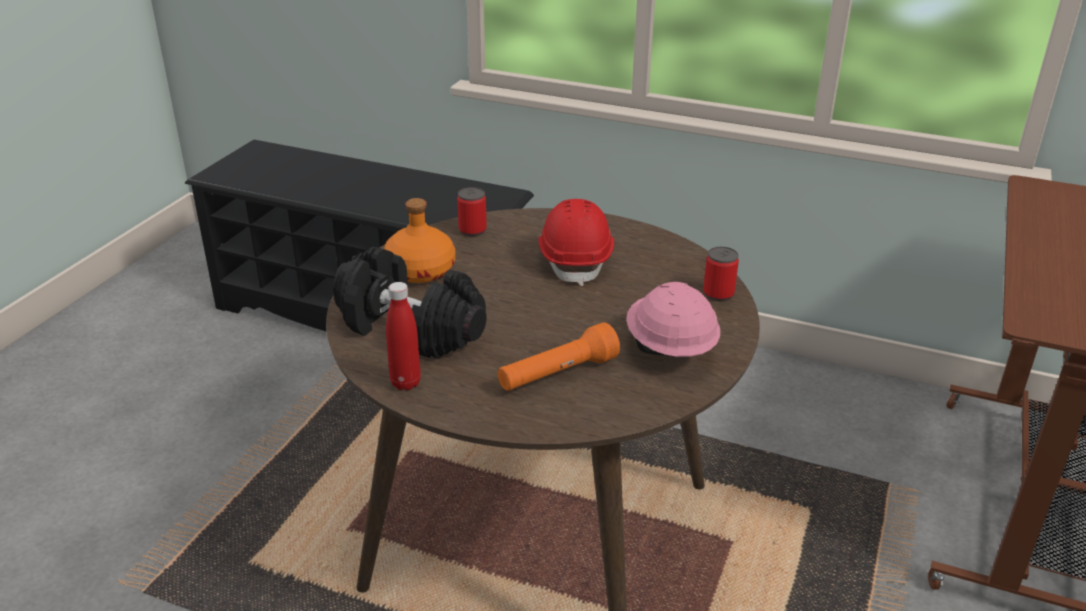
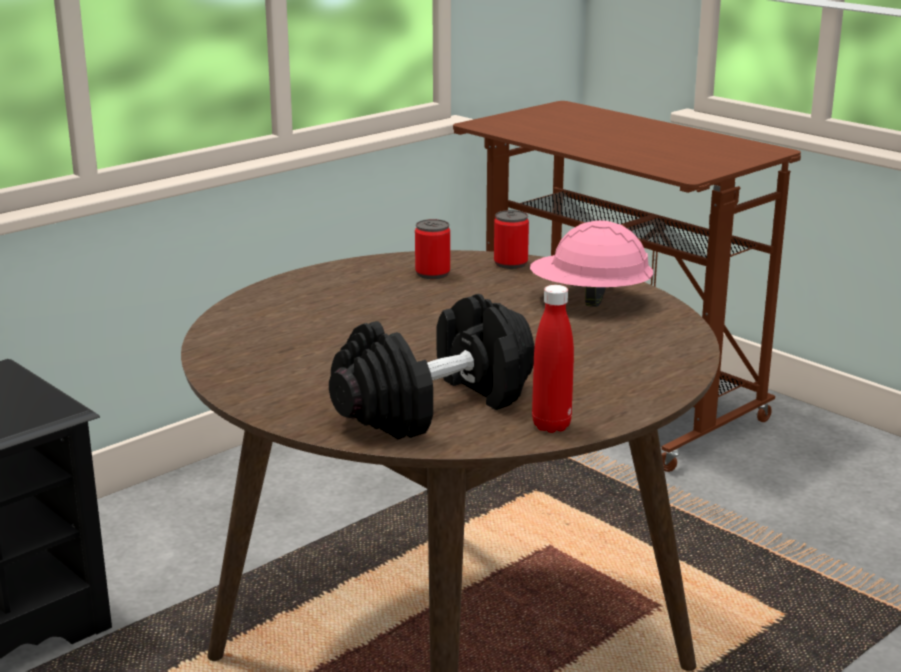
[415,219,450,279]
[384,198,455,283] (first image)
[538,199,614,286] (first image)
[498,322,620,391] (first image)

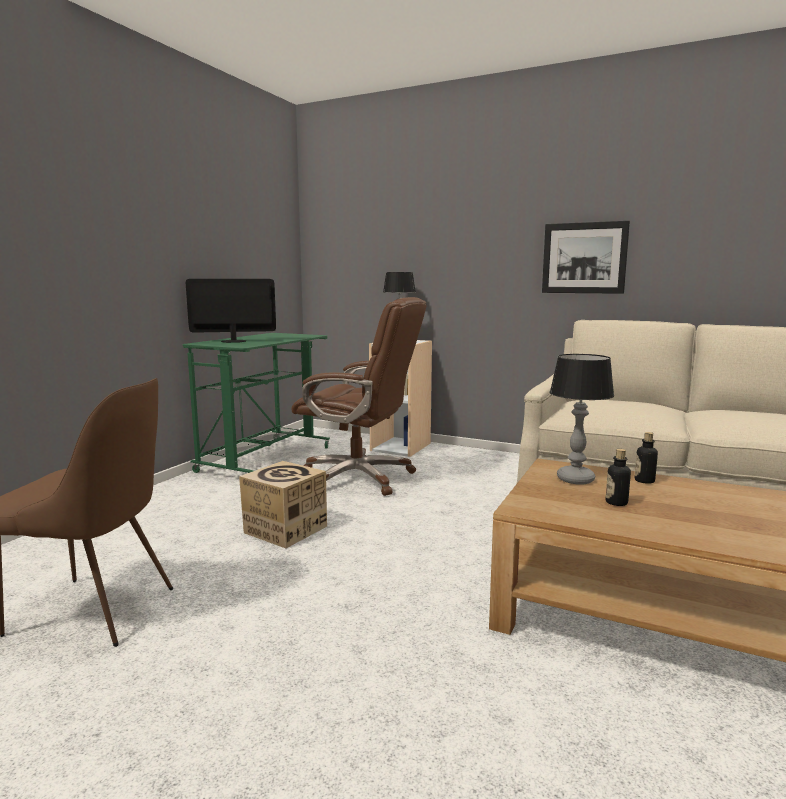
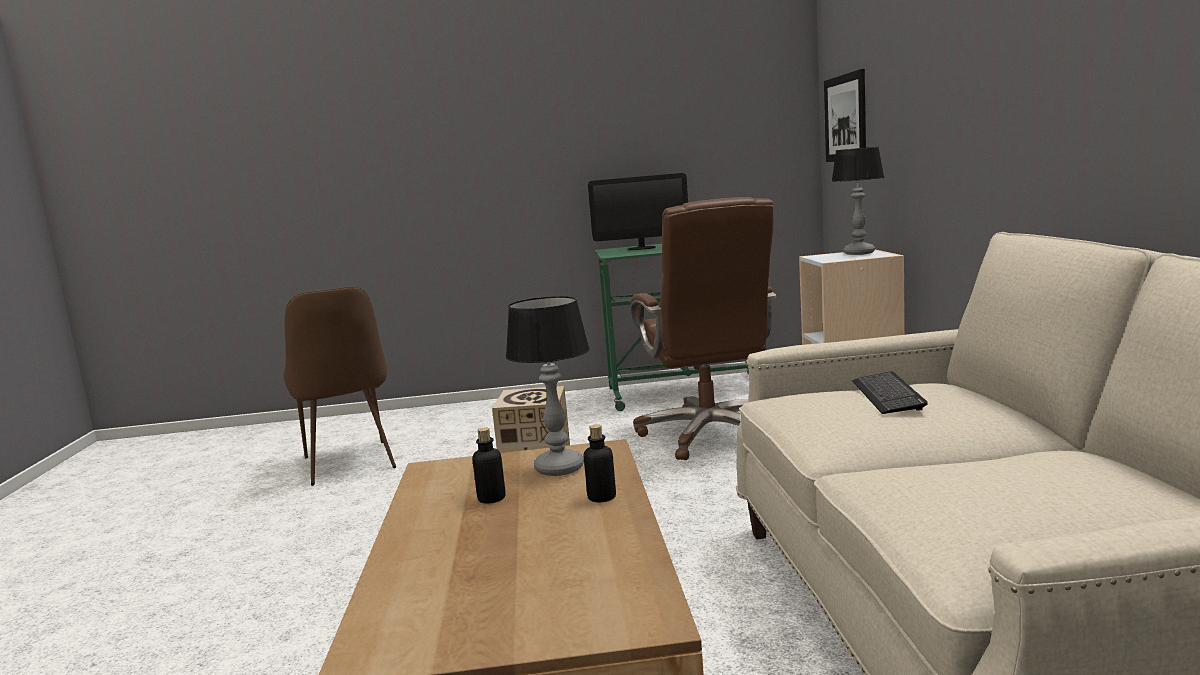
[824,69,866,162]
[588,173,688,250]
[852,371,928,414]

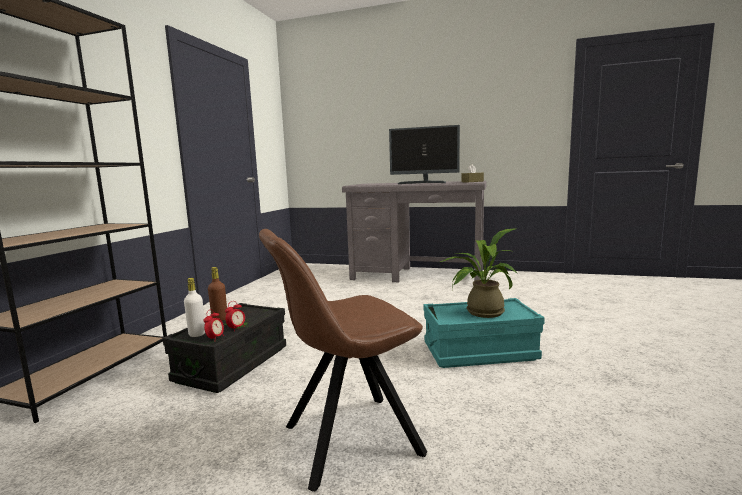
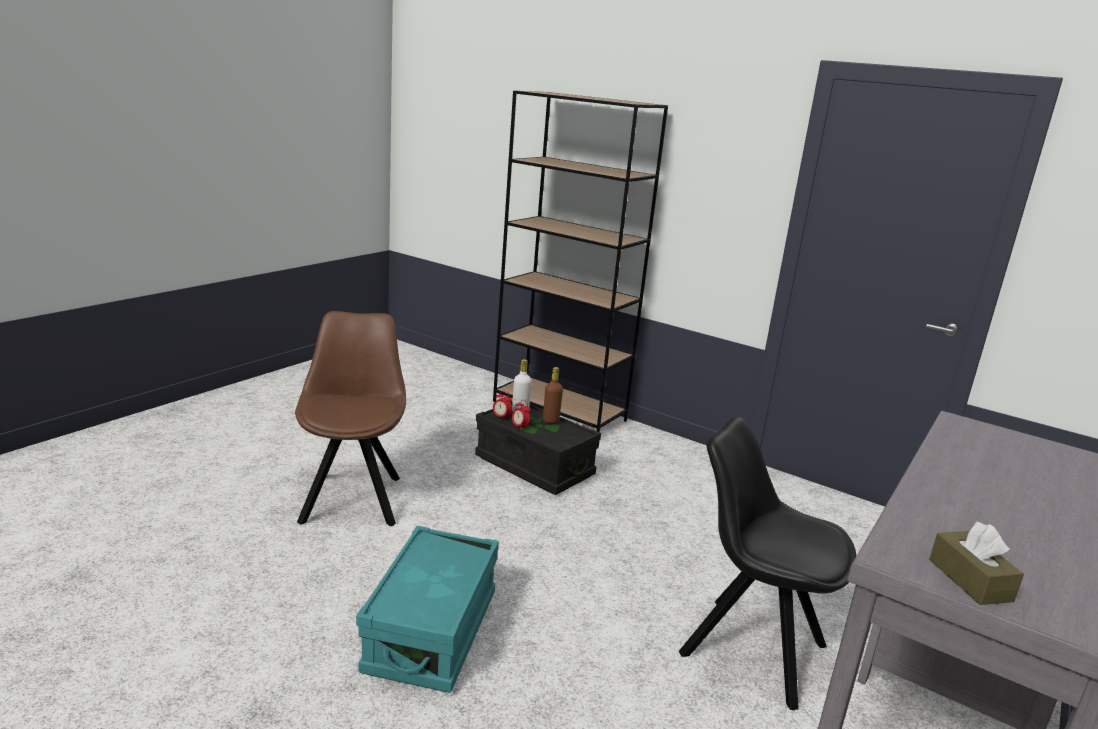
[389,125,460,184] (first image)
[440,228,517,318] (first image)
[679,417,856,710]

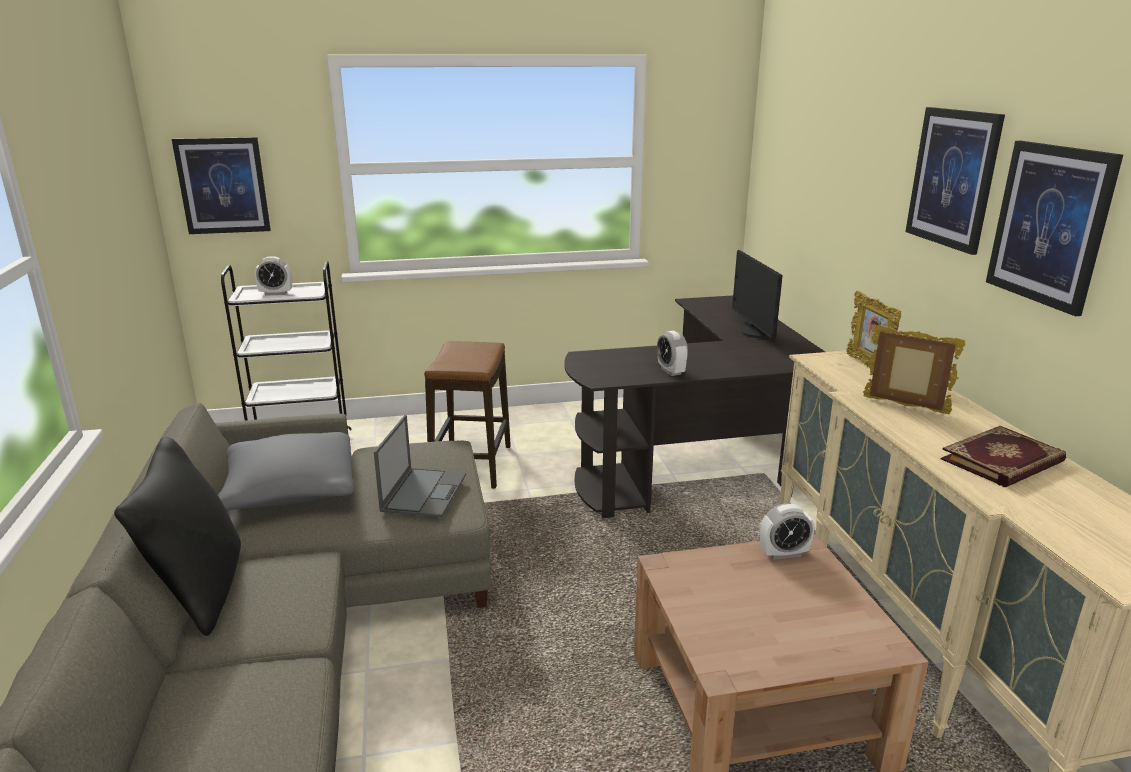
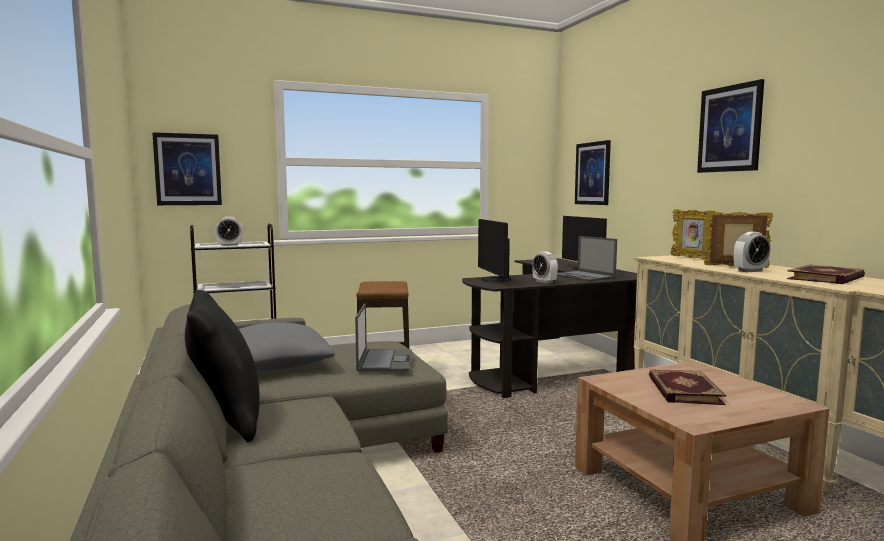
[575,140,611,205]
[734,232,770,272]
[478,219,511,282]
[557,236,617,281]
[649,369,726,405]

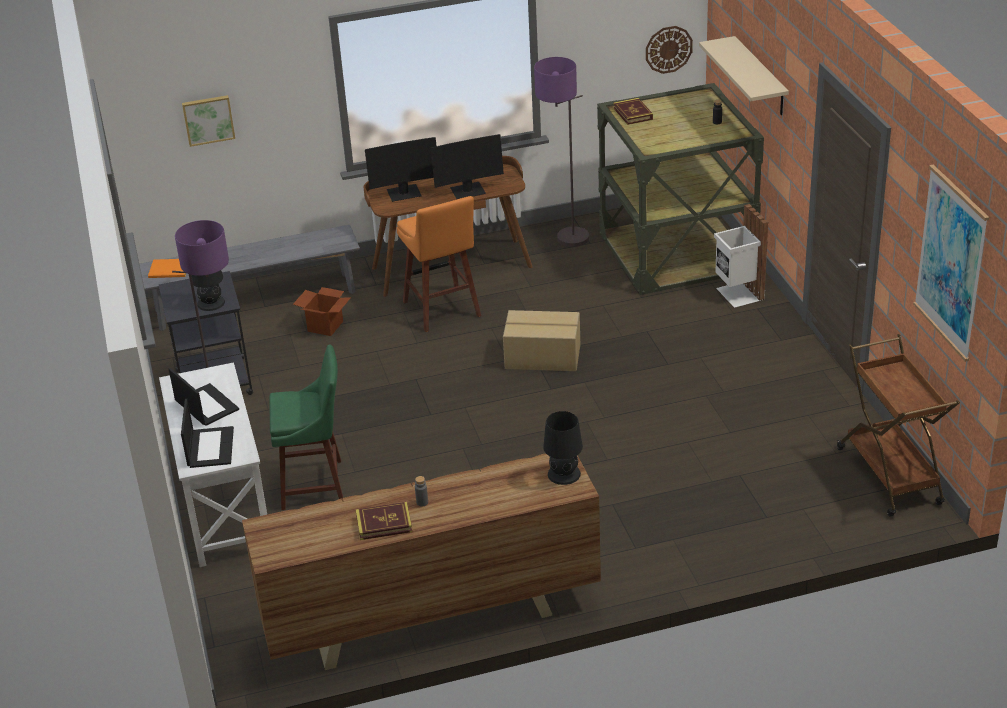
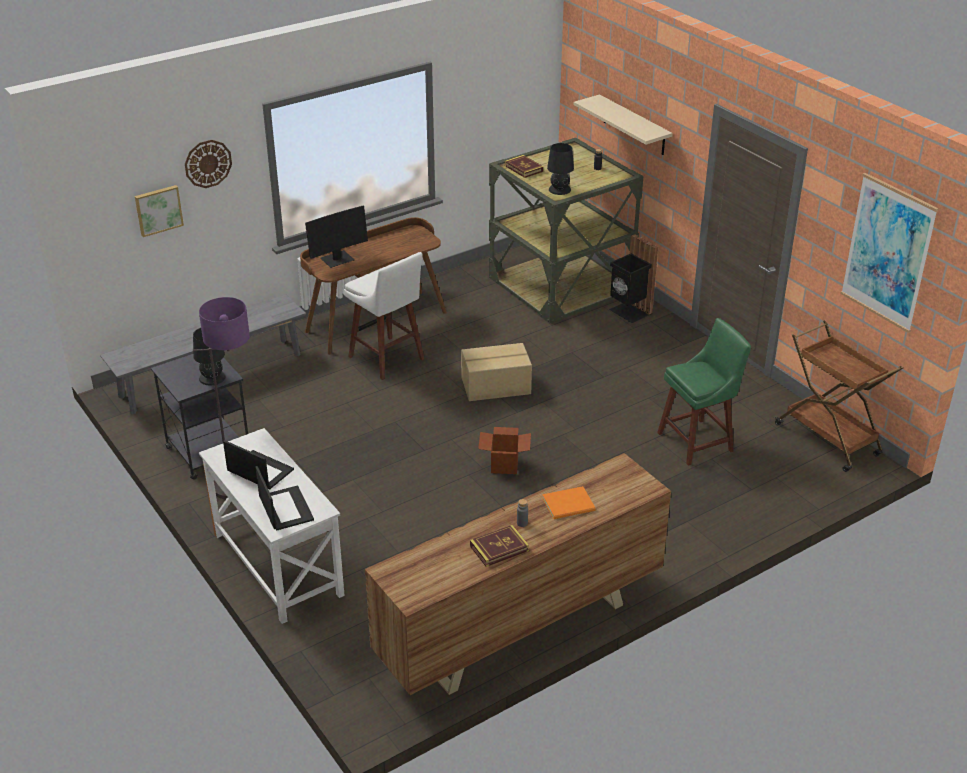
[185,140,232,188]
[534,57,589,247] (first image)
[430,134,504,199] (first image)
[344,252,424,380]
[609,234,658,323]
[542,486,595,519]
[478,427,531,474]
[657,318,751,466]
[547,143,574,195]

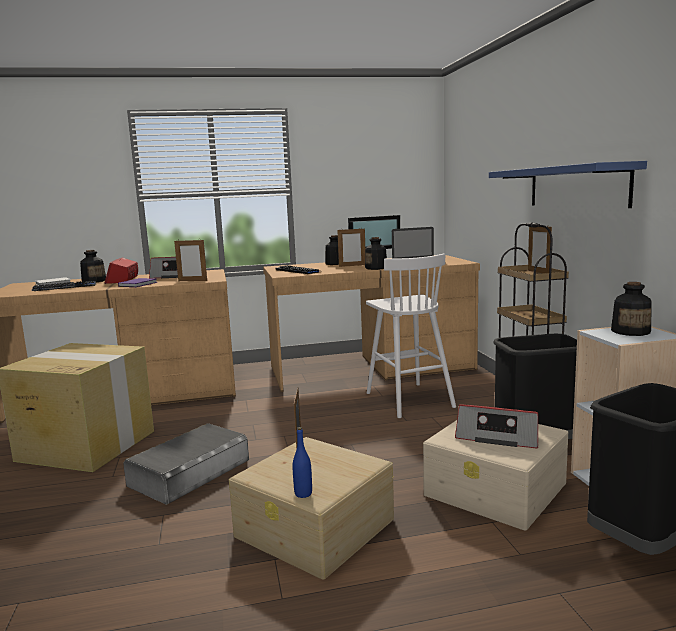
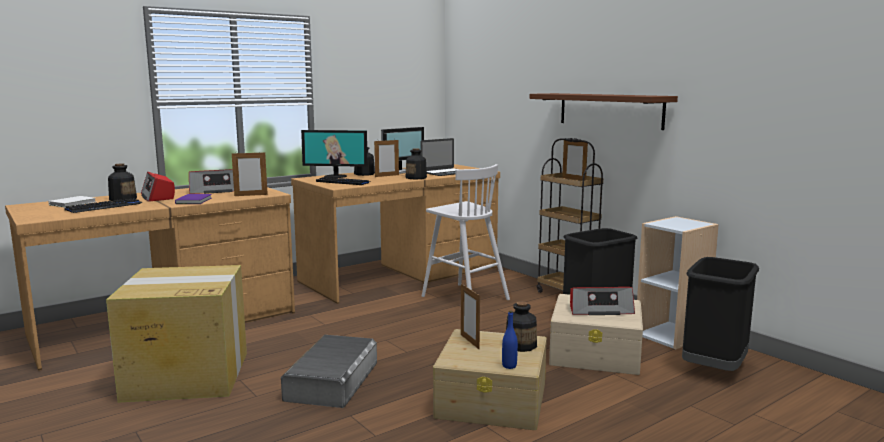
[529,93,678,130]
[506,301,537,352]
[301,130,368,178]

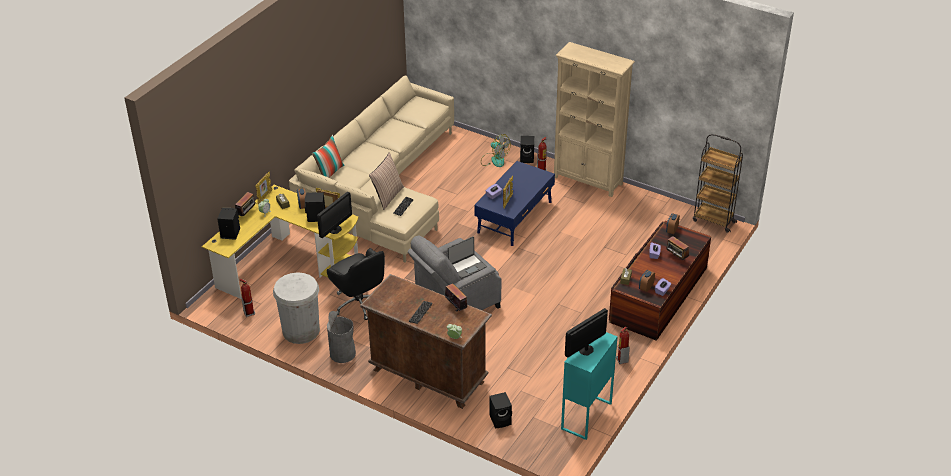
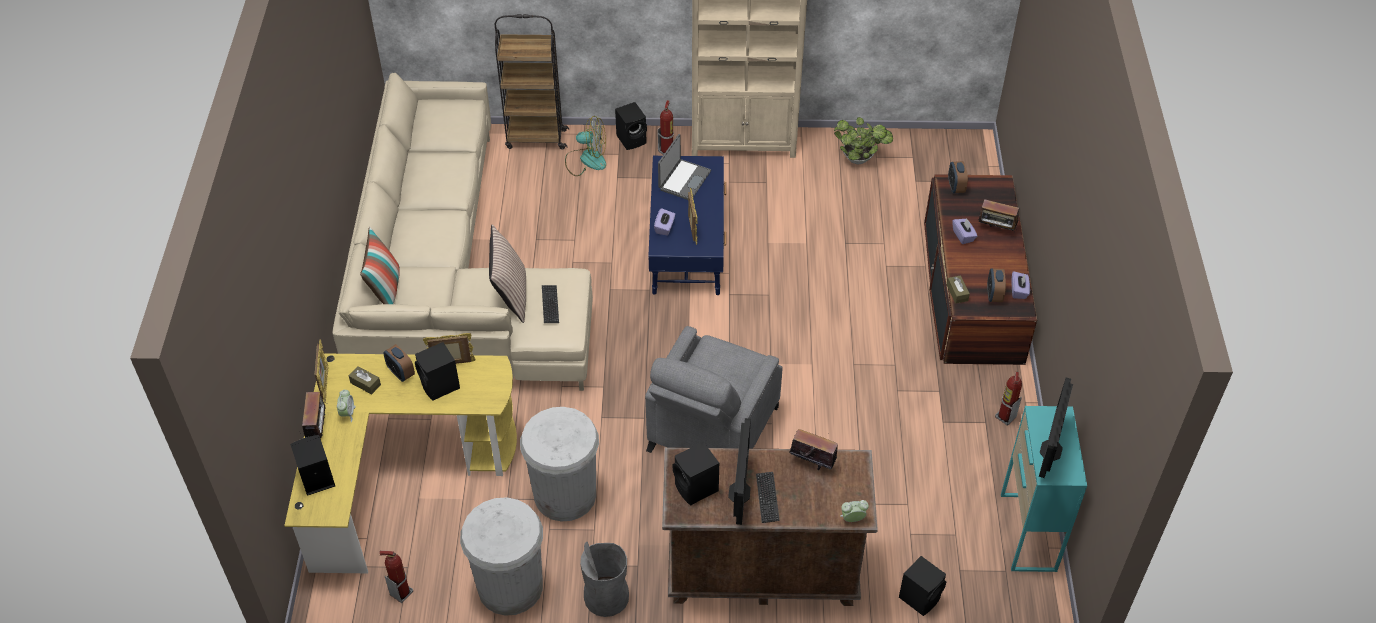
[495,14,569,150]
[728,418,751,525]
[658,134,711,200]
[520,407,599,522]
[834,117,893,164]
[673,442,719,506]

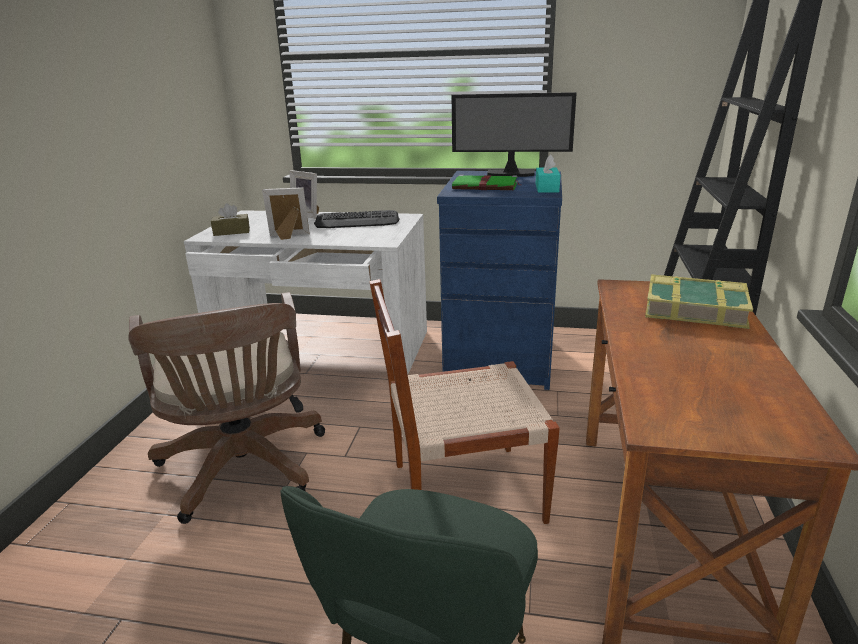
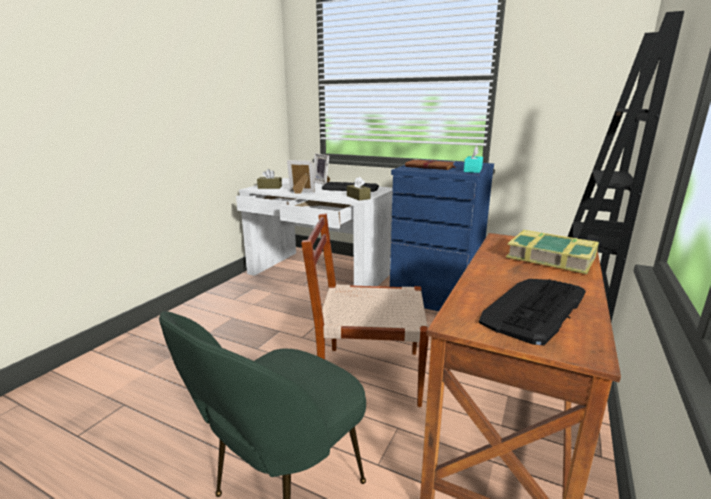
[452,92,577,177] (first image)
[405,159,455,170]
[128,292,325,524] (first image)
[347,176,371,201]
[479,279,586,346]

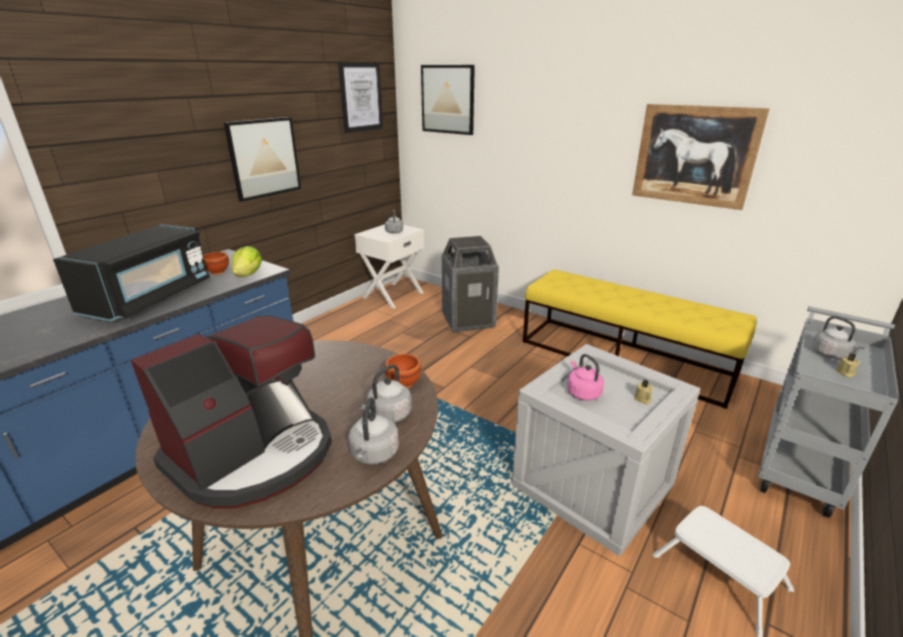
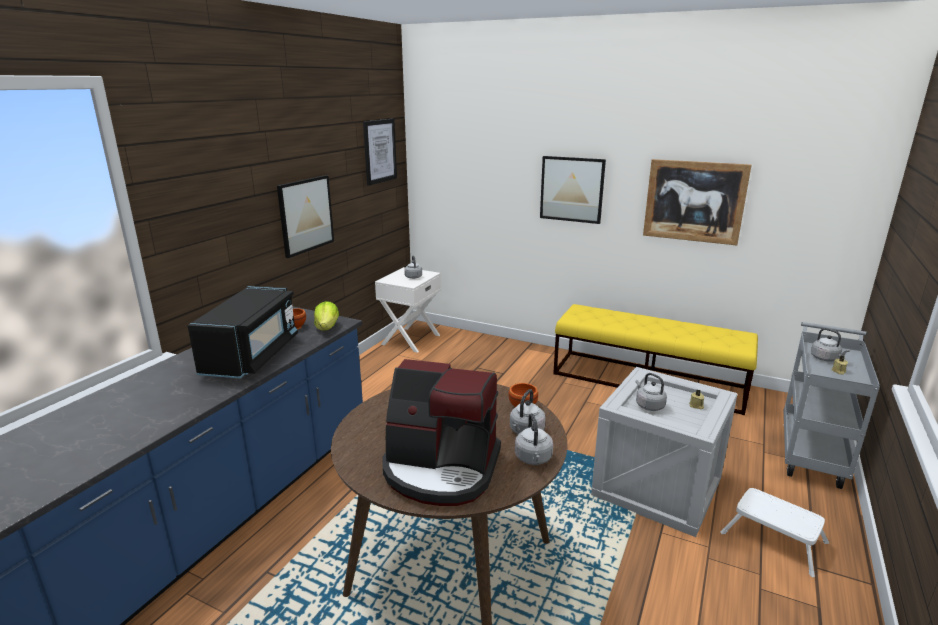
[540,156,606,224]
[442,236,499,332] (first image)
[383,359,501,506]
[635,373,667,411]

